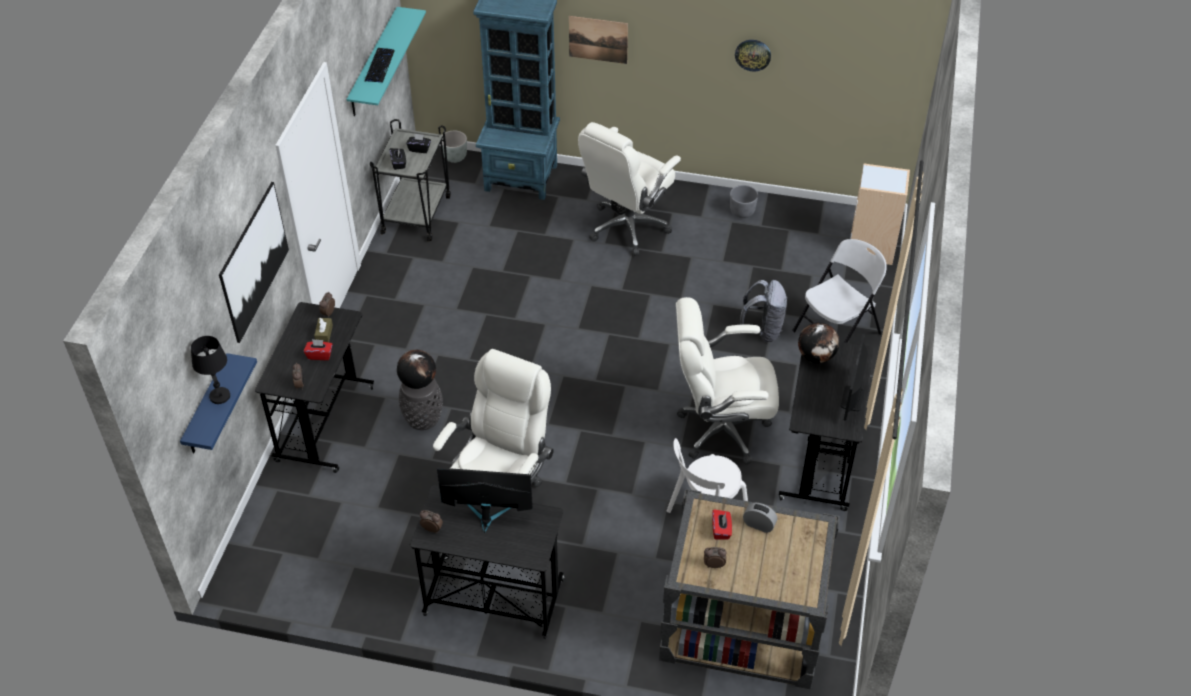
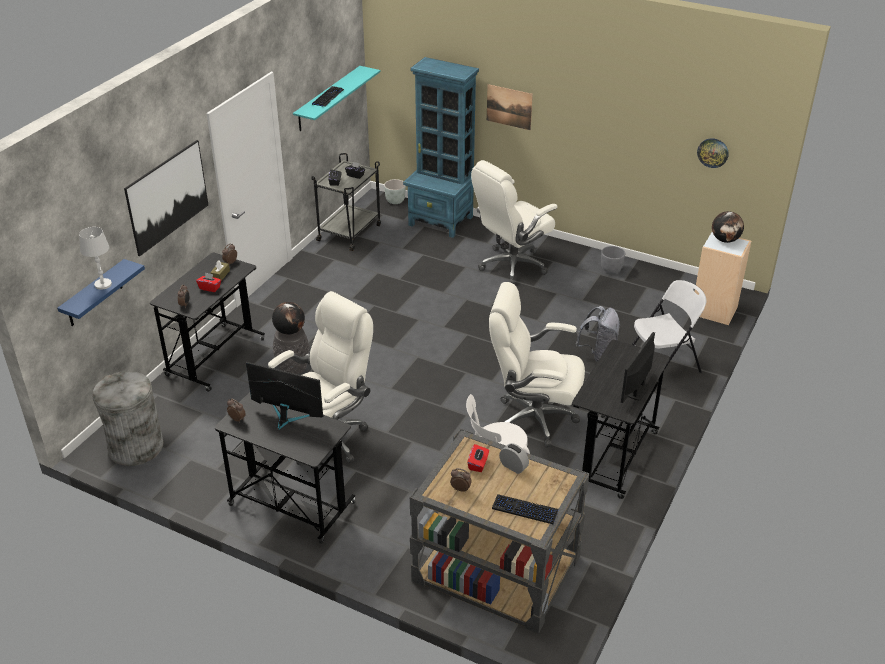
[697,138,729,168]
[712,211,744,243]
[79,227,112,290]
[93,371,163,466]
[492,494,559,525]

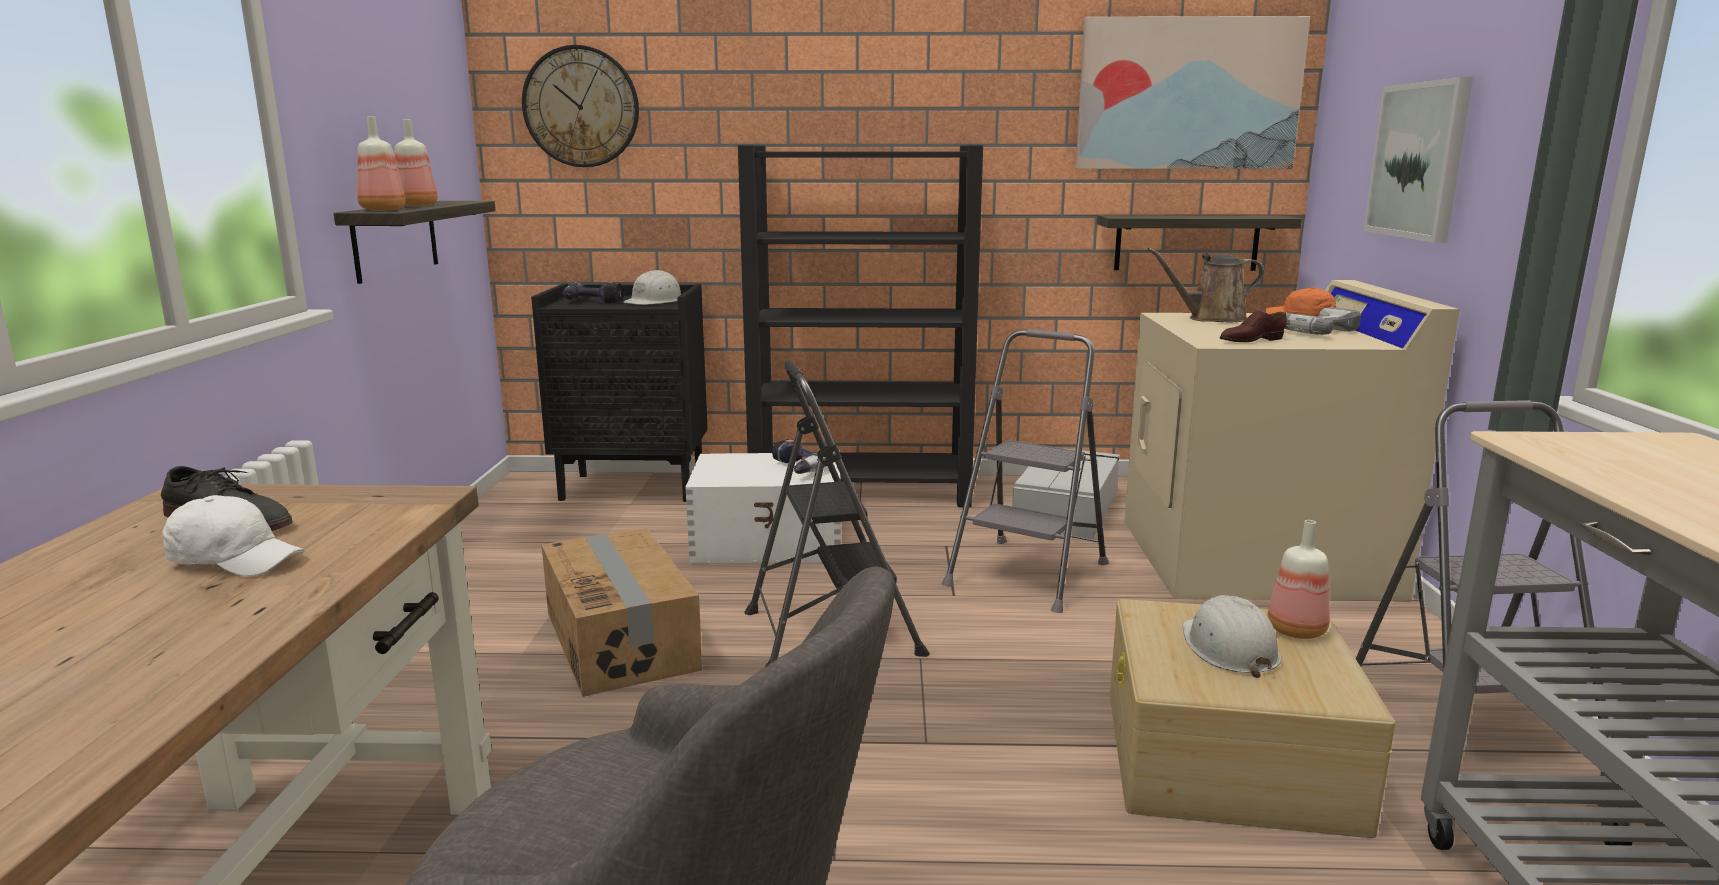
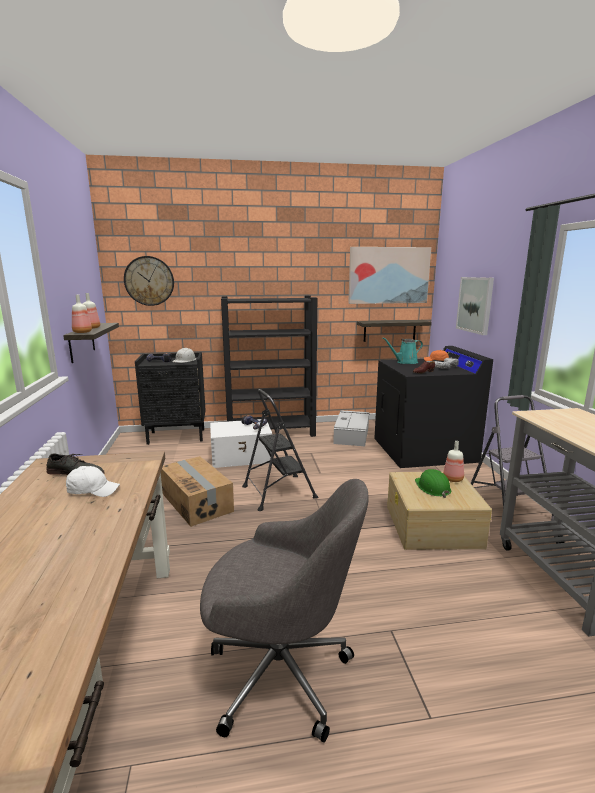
[382,337,423,364]
[374,346,493,468]
[942,329,1109,613] (first image)
[415,469,451,498]

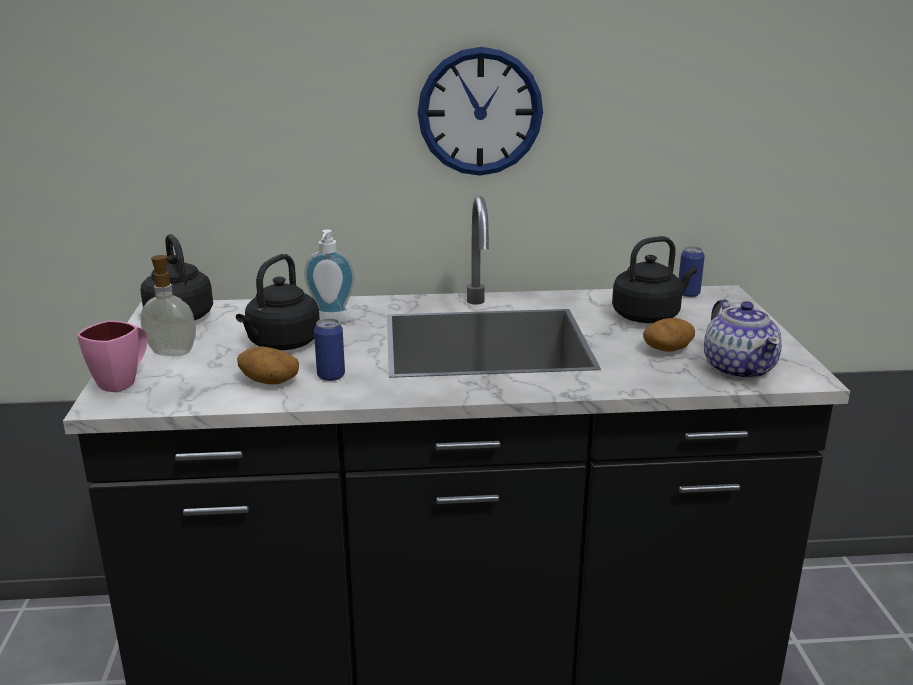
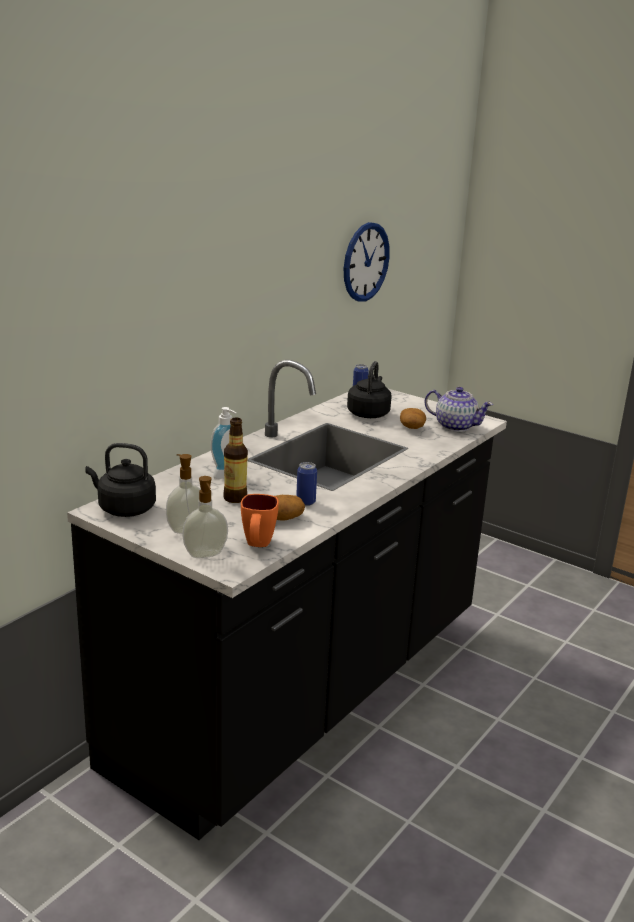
[344,222,390,302]
[223,418,248,503]
[182,476,228,558]
[241,494,279,547]

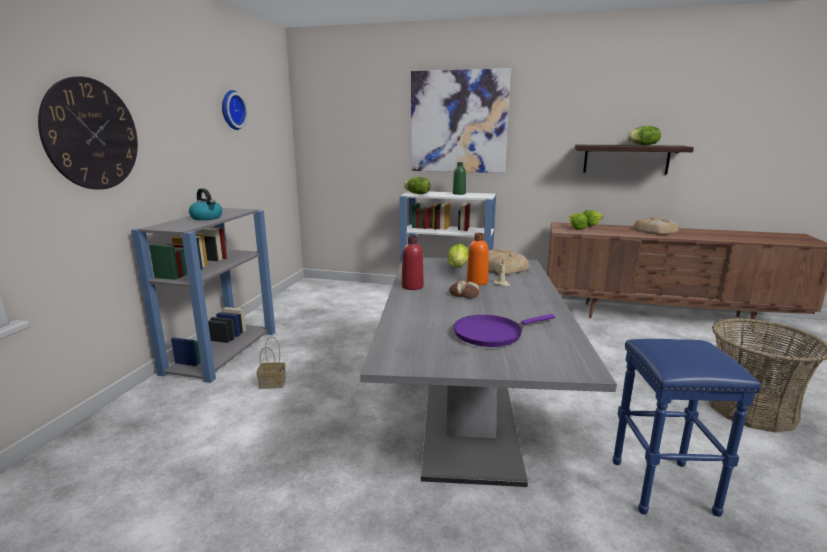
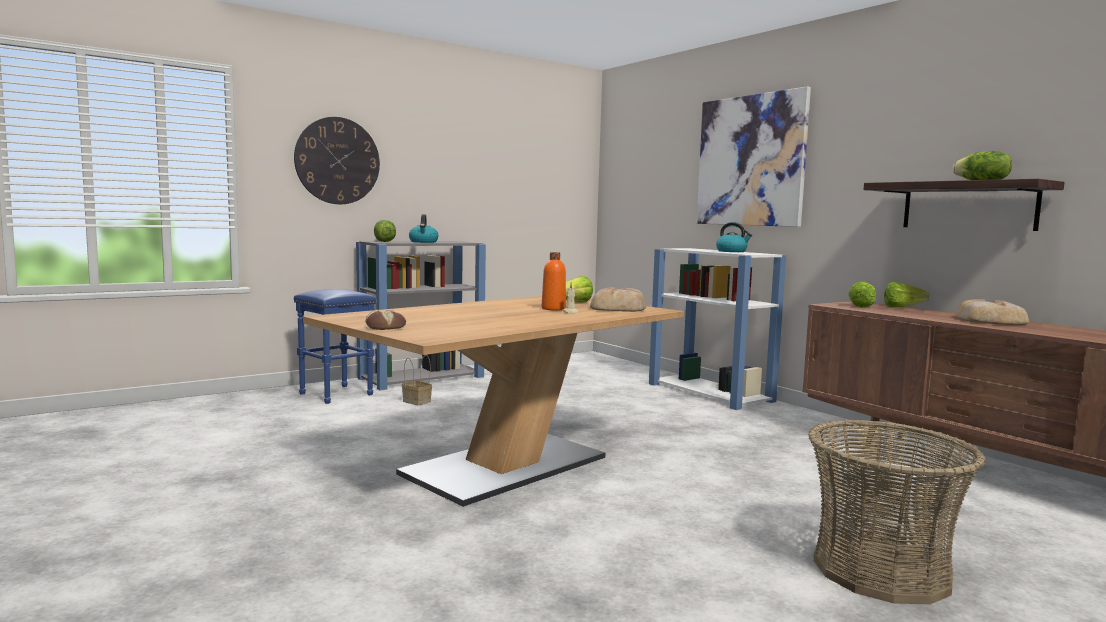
[222,90,248,130] (first image)
[716,222,752,252]
[374,220,396,242]
[402,236,424,290] (first image)
[303,296,684,507]
[366,309,406,330]
[453,314,555,347] (first image)
[294,289,376,404]

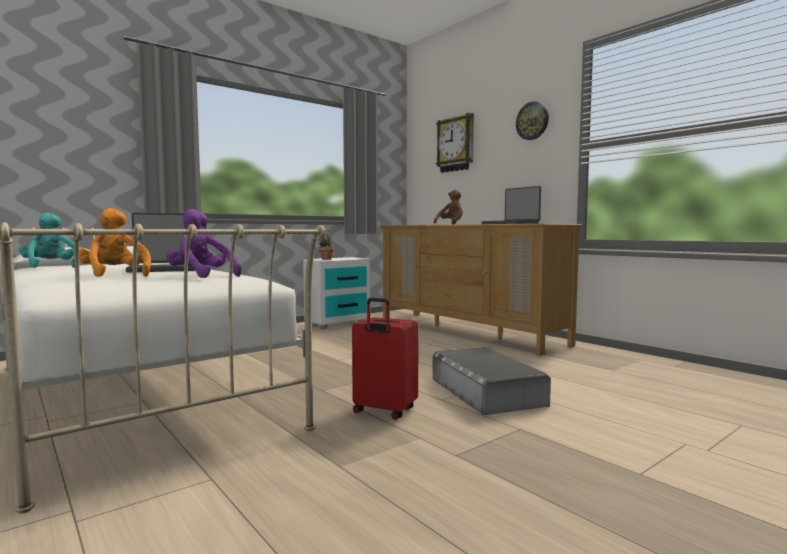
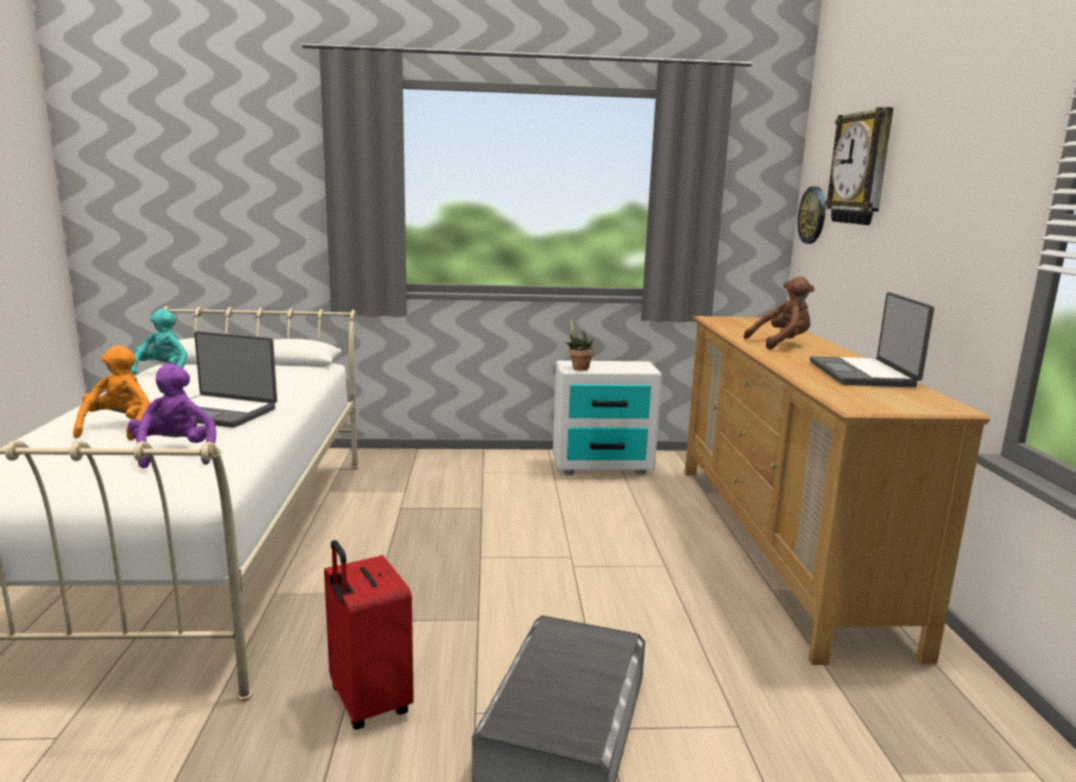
[797,186,825,244]

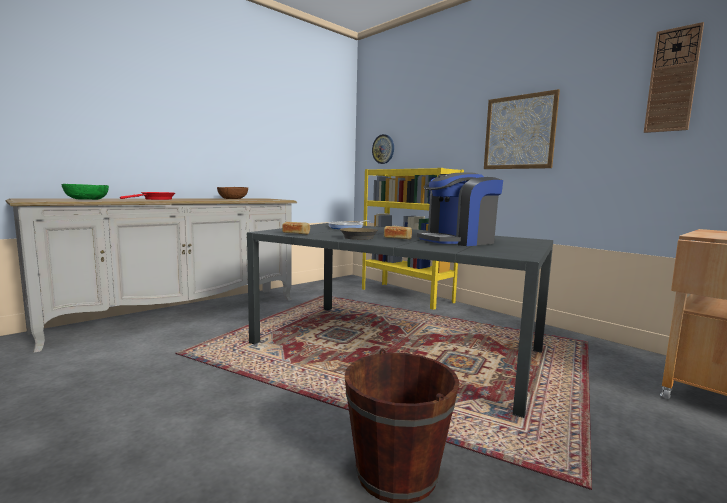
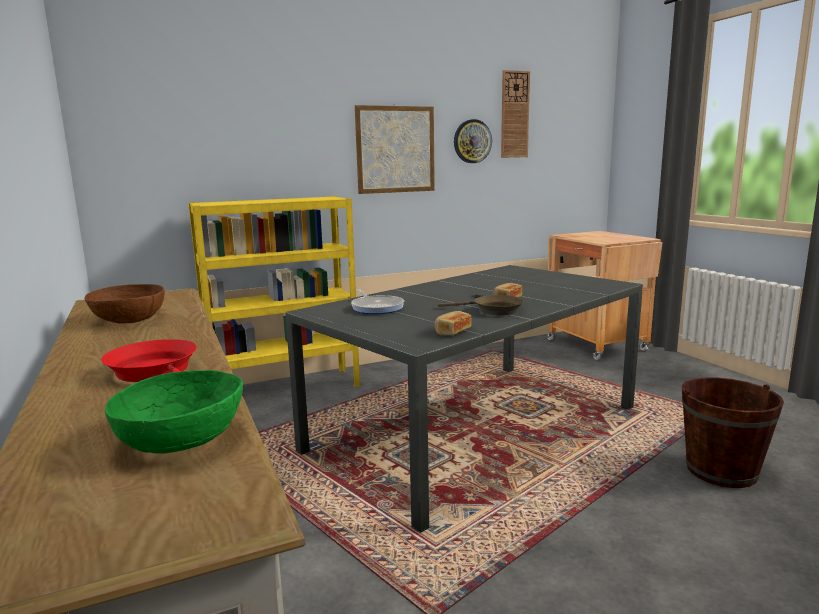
[454,119,492,163]
[417,172,503,246] (first image)

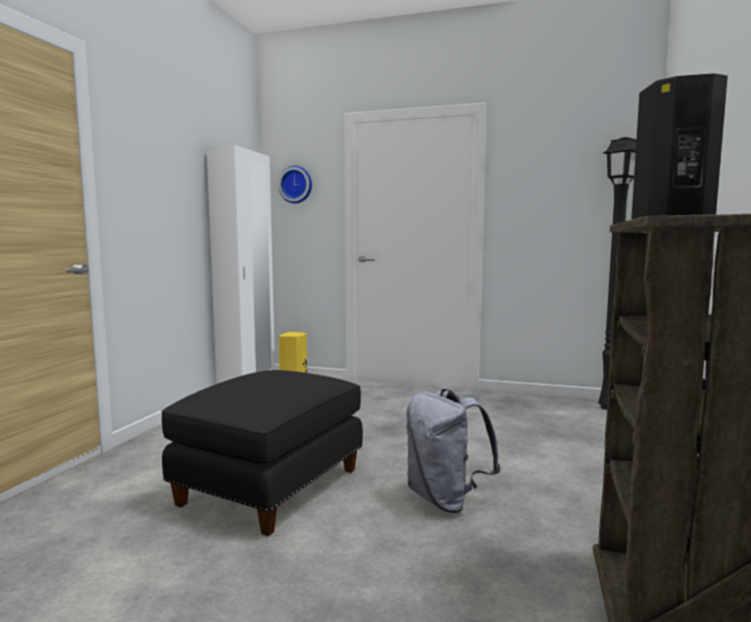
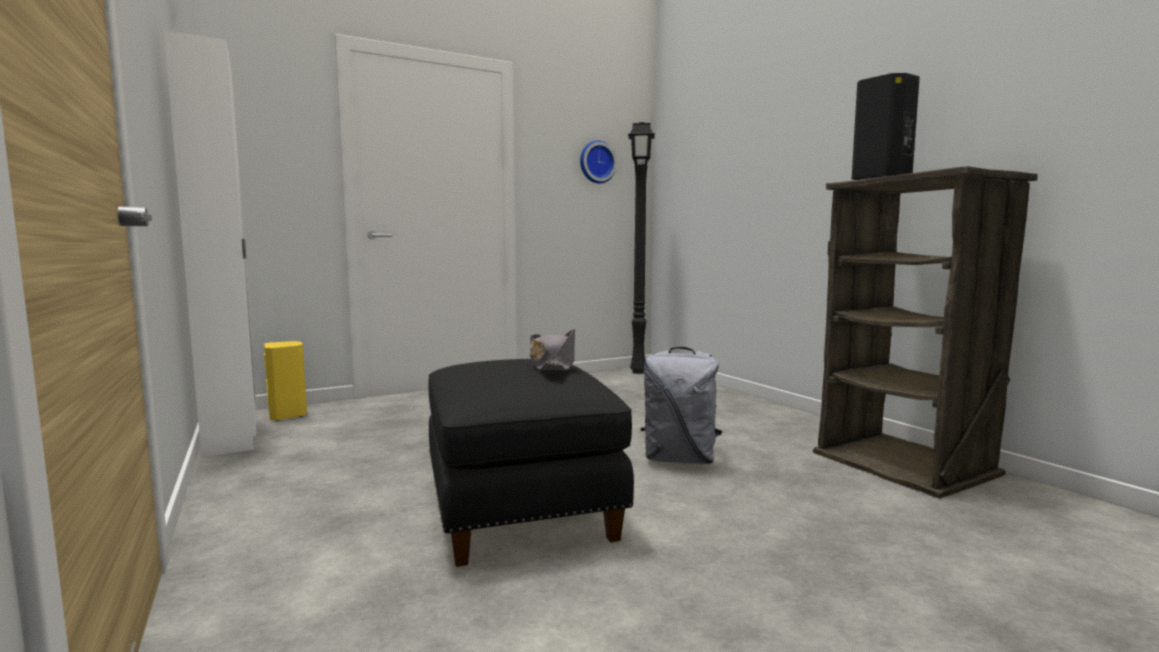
[580,140,617,184]
[530,329,575,371]

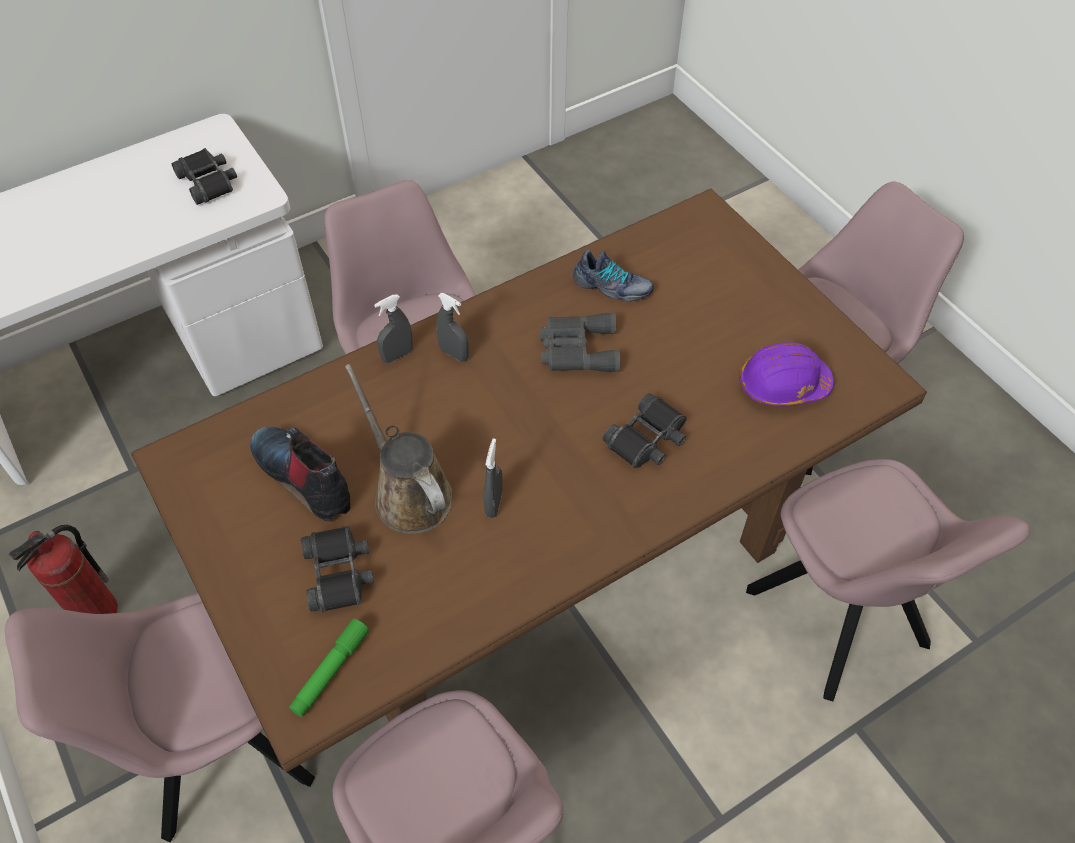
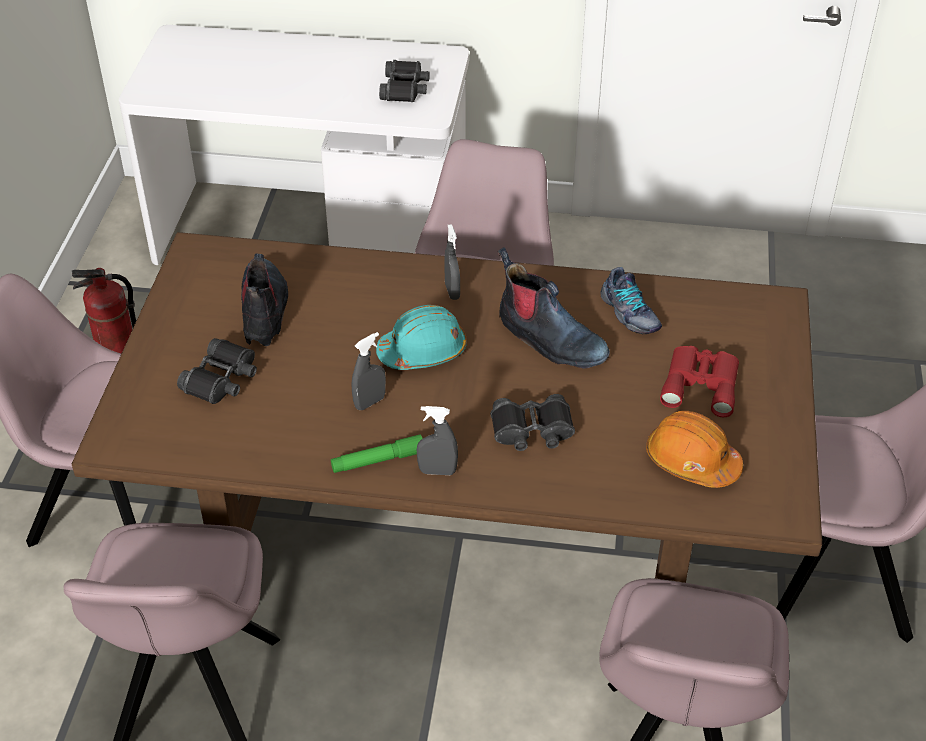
[417,406,458,475]
[498,247,610,369]
[646,411,743,488]
[345,364,452,534] (first image)
[331,434,423,473]
[376,305,467,370]
[660,346,739,417]

